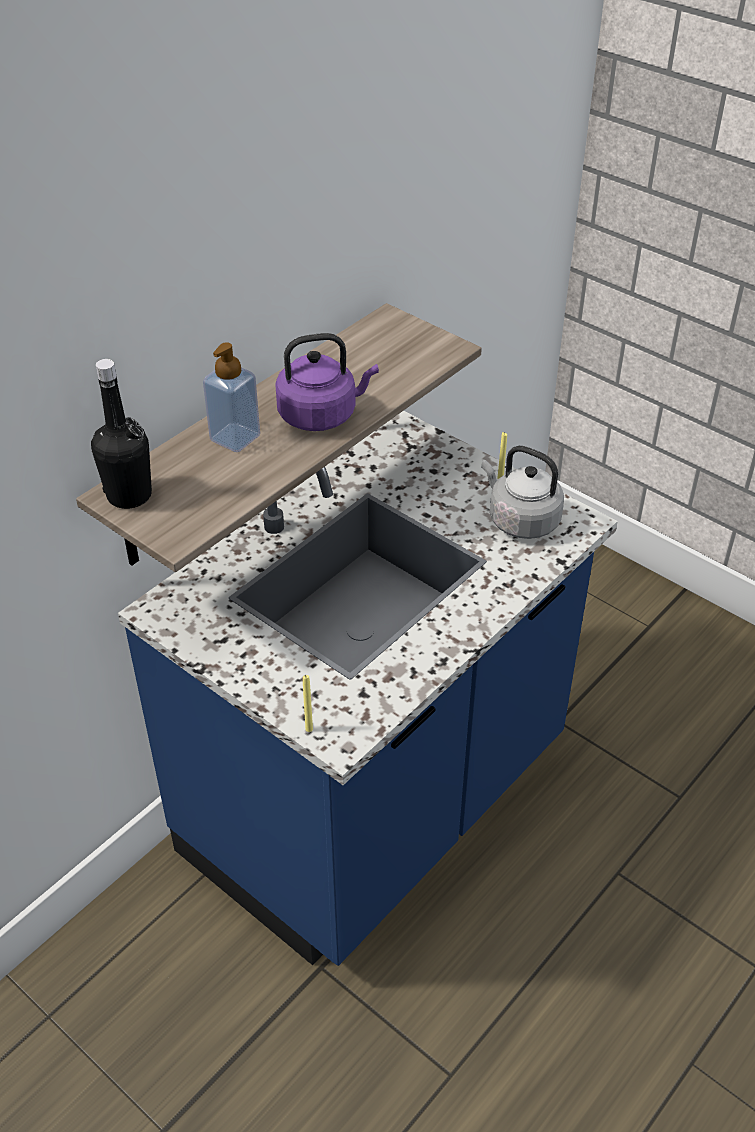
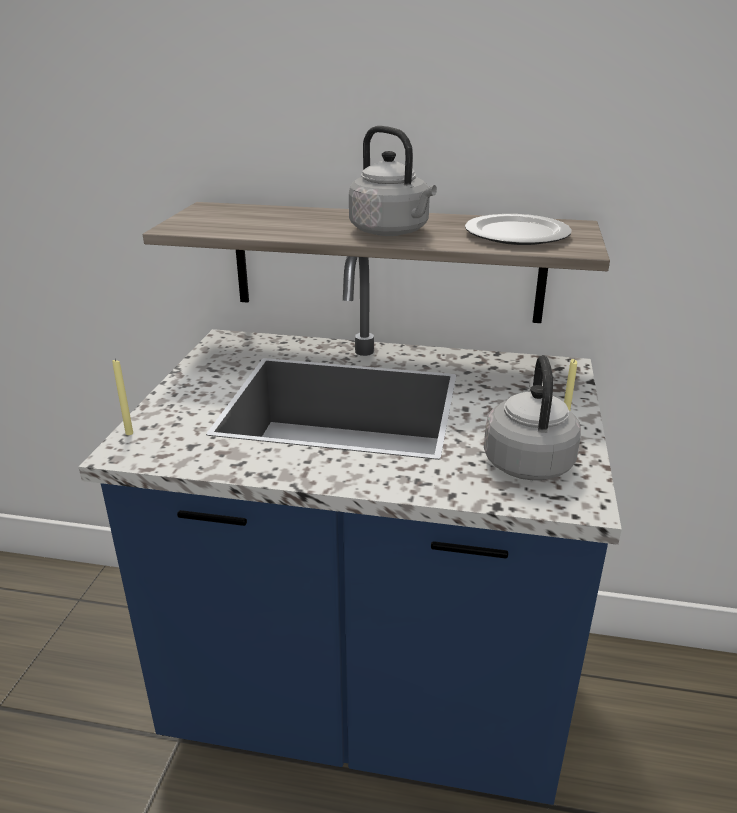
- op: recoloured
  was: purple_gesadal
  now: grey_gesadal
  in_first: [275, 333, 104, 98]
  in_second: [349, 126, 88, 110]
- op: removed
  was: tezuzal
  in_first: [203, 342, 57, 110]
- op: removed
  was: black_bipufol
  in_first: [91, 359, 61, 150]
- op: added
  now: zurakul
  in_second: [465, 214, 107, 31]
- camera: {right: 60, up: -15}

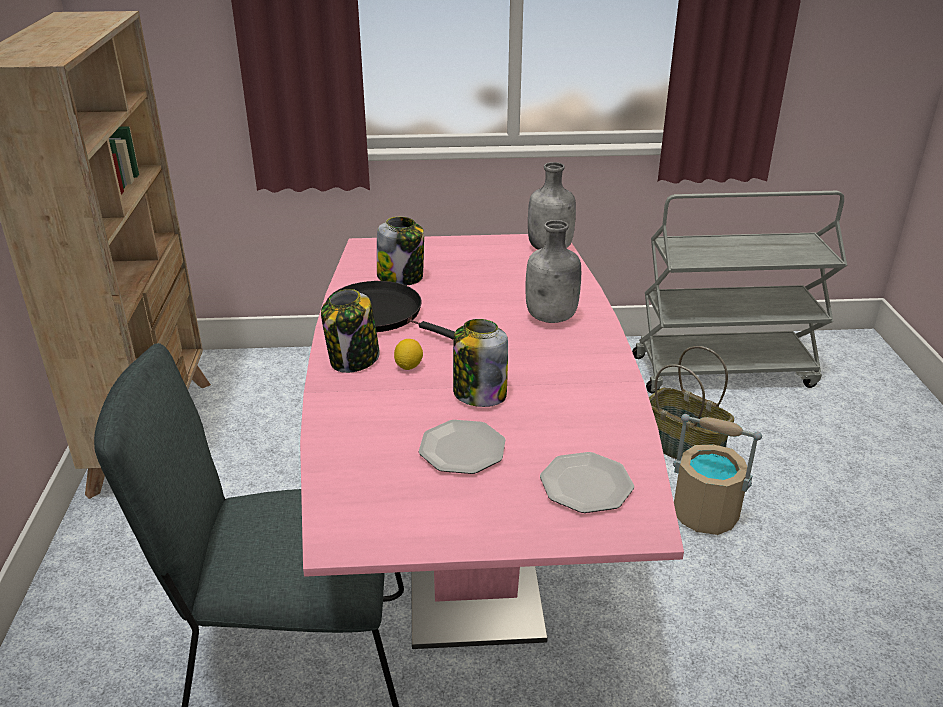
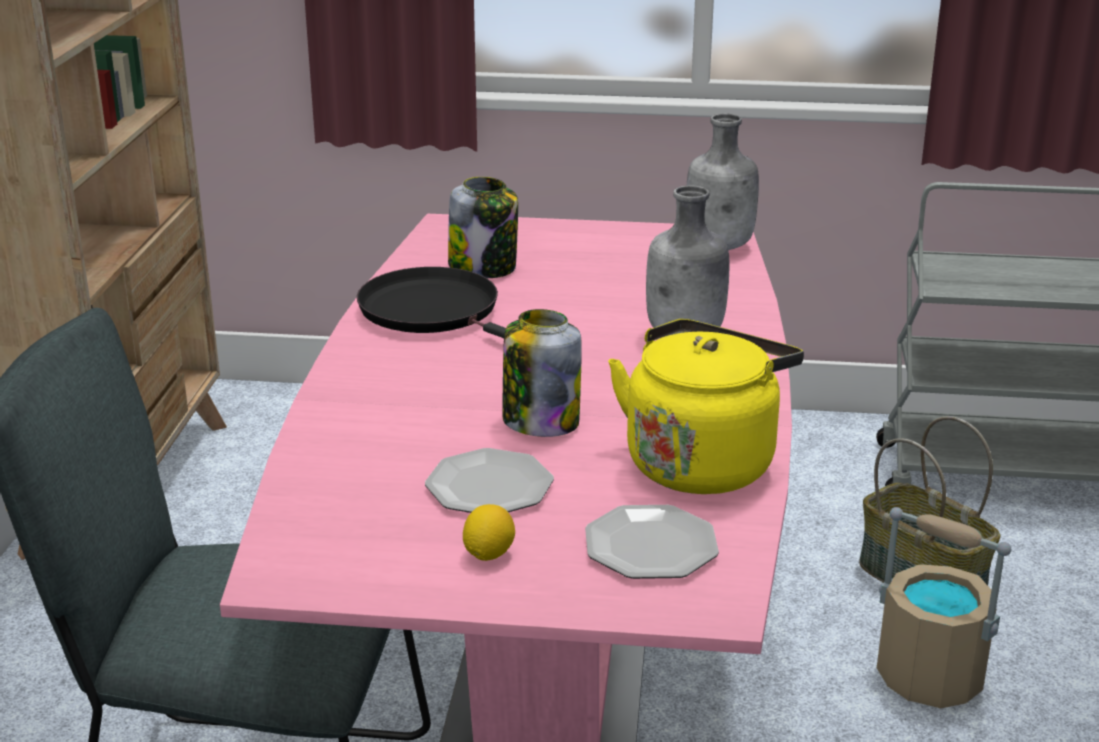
- op: removed
  was: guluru
  in_first: [321, 289, 59, 84]
- op: moved
  was: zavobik
  in_first: [394, 339, 29, 31]
  in_second: [463, 504, 52, 57]
- op: added
  now: yellow_gesadal
  in_second: [608, 319, 196, 175]
- camera: {right: 10, up: -5}

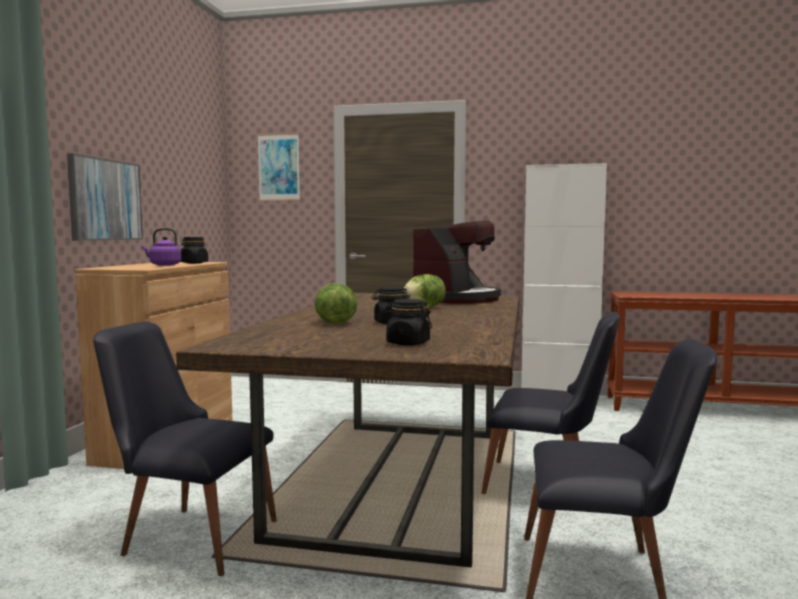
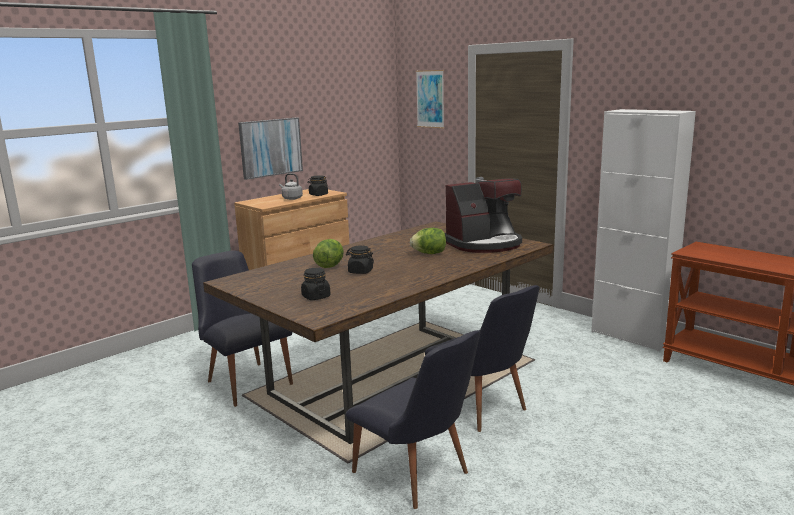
- op: recoloured
  was: purple_gesadal
  now: grey_gesadal
  in_first: [141, 228, 40, 38]
  in_second: [279, 173, 24, 27]
- camera: {right: 35, up: 10}

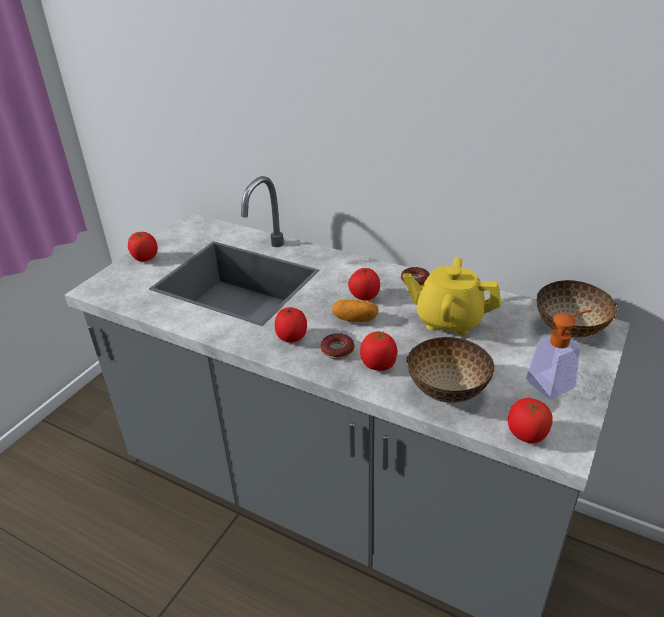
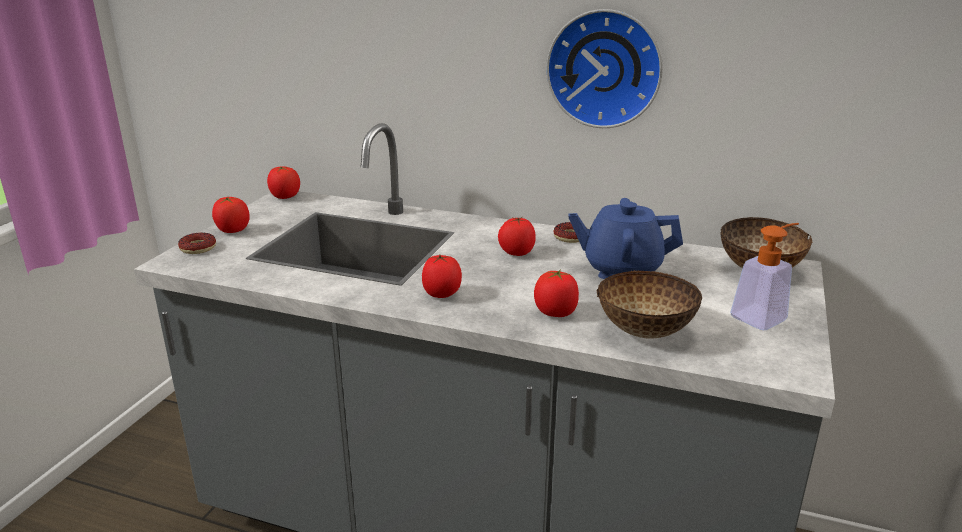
- op: recoloured
  was: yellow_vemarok
  now: blue_vemarok
  in_first: [403, 257, 98, 78]
  in_second: [568, 198, 115, 81]
- op: removed
  was: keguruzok
  in_first: [332, 300, 47, 22]
- op: moved
  was: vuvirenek
  in_first: [320, 333, 34, 26]
  in_second: [178, 232, 38, 22]
- op: moved
  was: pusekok
  in_first: [508, 398, 45, 45]
  in_second: [267, 166, 33, 33]
- op: added
  now: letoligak
  in_second: [546, 9, 117, 119]
- camera: {right: -10, up: -10}

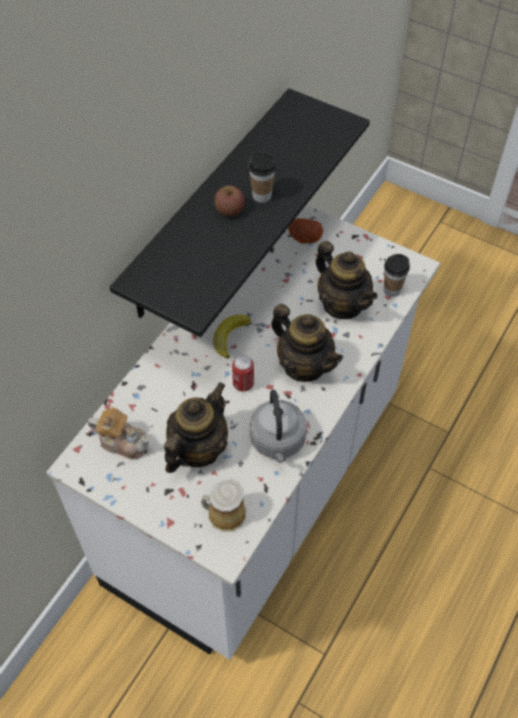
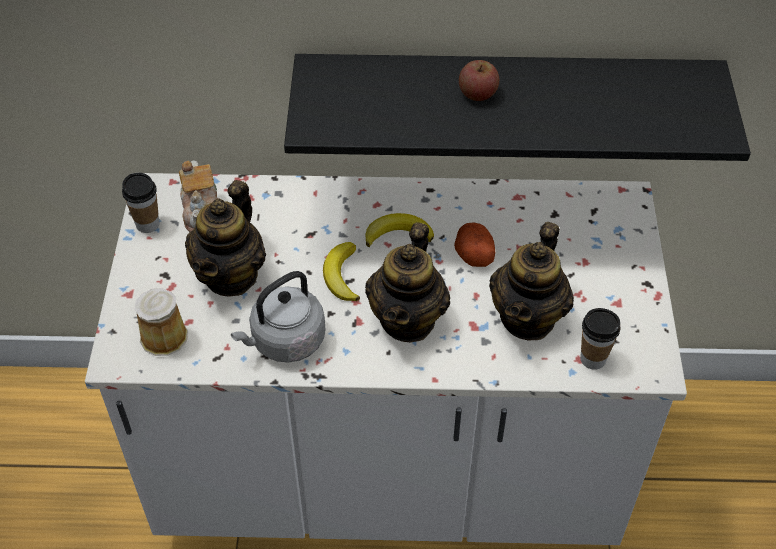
- op: moved
  was: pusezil
  in_first: [248, 153, 28, 50]
  in_second: [122, 173, 37, 60]
- op: moved
  was: keguruzok
  in_first: [288, 218, 35, 26]
  in_second: [454, 222, 41, 45]
- op: replaced
  was: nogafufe
  now: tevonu
  in_first: [232, 355, 22, 37]
  in_second: [323, 242, 37, 59]
- op: turned
  was: vemarok
  in_first: [164, 383, 64, 90]
  in_second: [185, 180, 81, 117]
  clockwise: 105
- camera: {right: 60, up: -5}

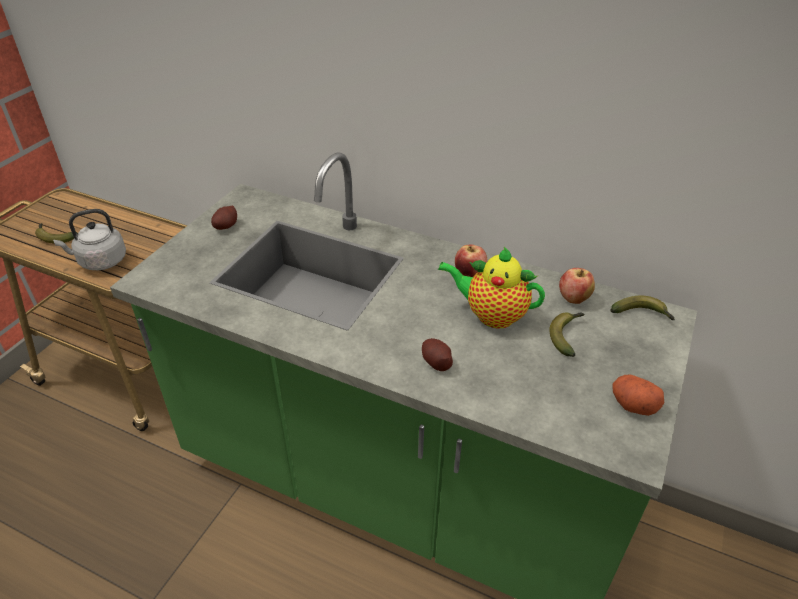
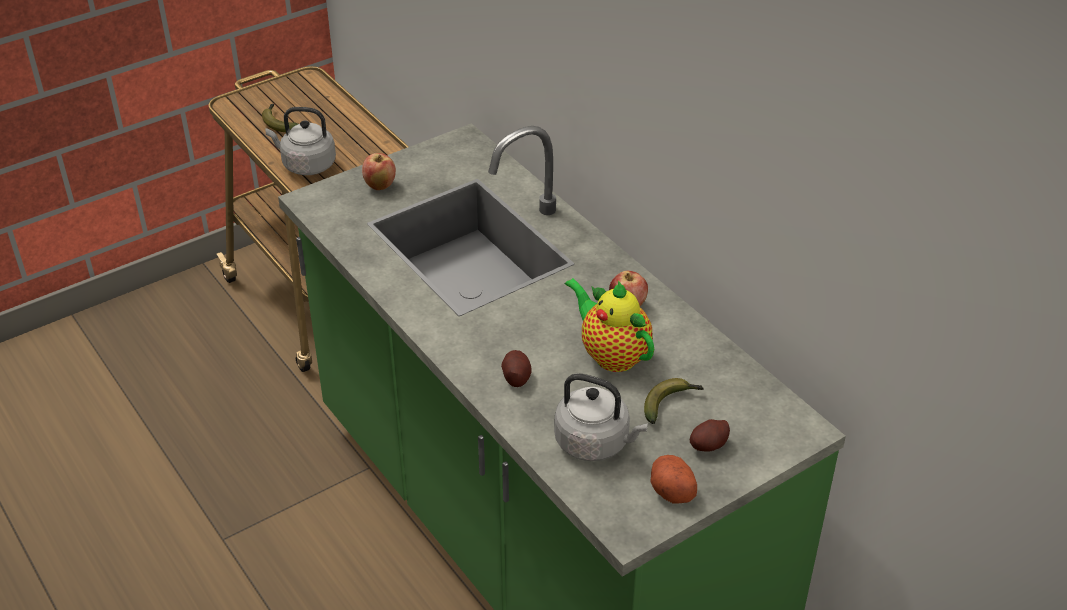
- op: moved
  was: keguruzok
  in_first: [211, 206, 26, 24]
  in_second: [690, 419, 40, 33]
- op: moved
  was: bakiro
  in_first: [559, 268, 36, 36]
  in_second: [362, 153, 34, 37]
- op: removed
  was: tevonu
  in_first: [610, 296, 65, 24]
- op: added
  now: grey_gesadal
  in_second: [554, 373, 94, 88]
- camera: {right: 30, up: 0}

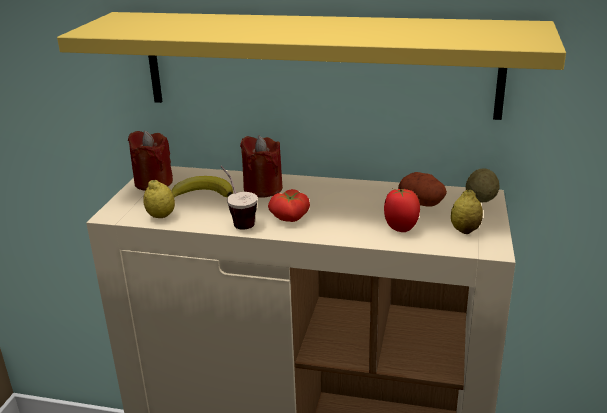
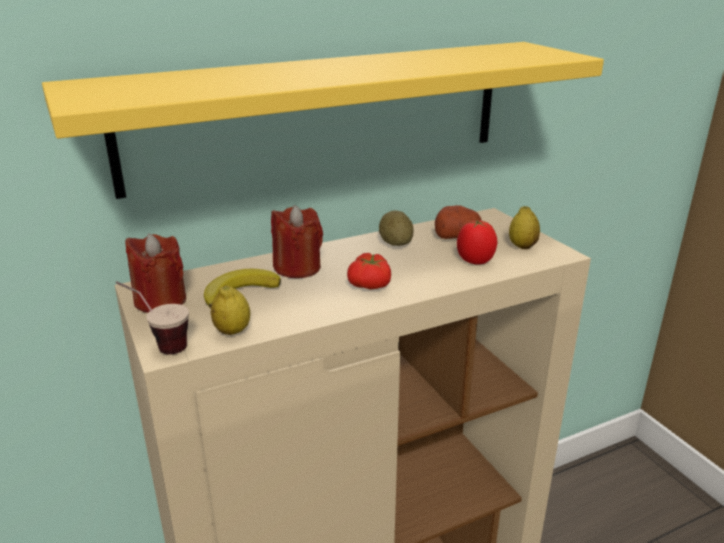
- op: moved
  was: pusezil
  in_first: [221, 166, 37, 64]
  in_second: [116, 281, 73, 73]
- op: moved
  was: keguruzok
  in_first: [466, 168, 34, 35]
  in_second: [379, 211, 34, 35]
- camera: {right: -40, up: 0}

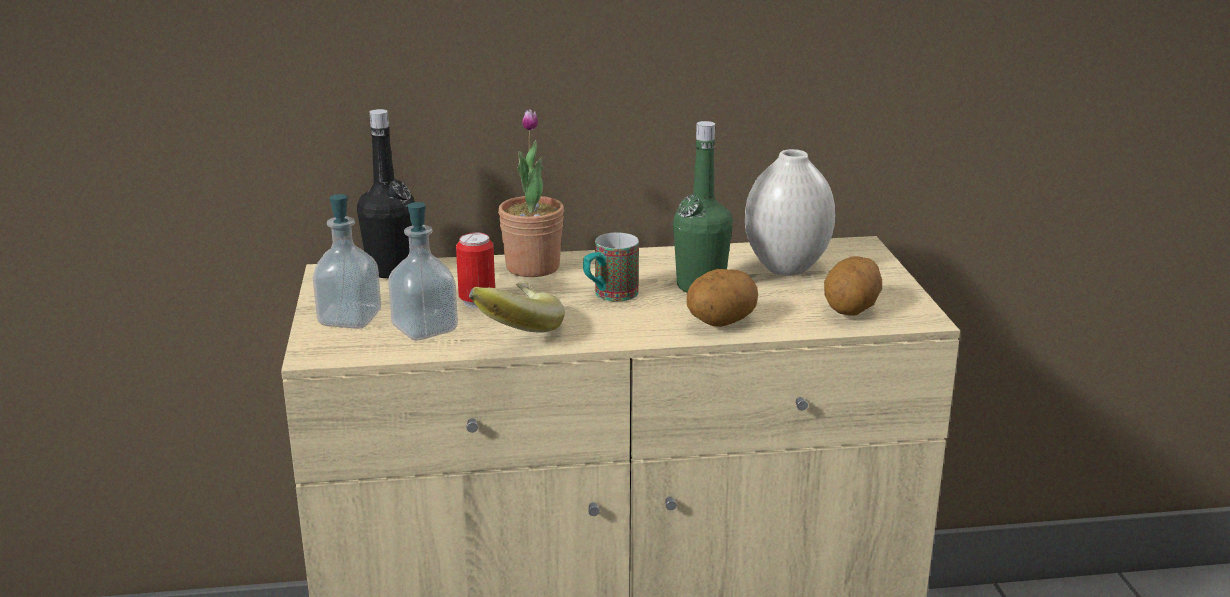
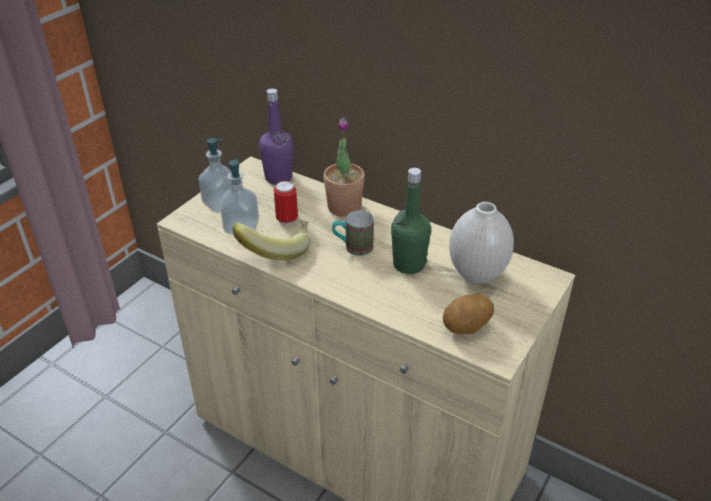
- op: recoloured
  was: black_bipufol
  now: purple_bipufol
  in_first: [357, 109, 58, 169]
  in_second: [259, 88, 34, 97]
- op: removed
  was: keguruzok
  in_first: [687, 269, 71, 58]
- camera: {right: 40, up: 15}

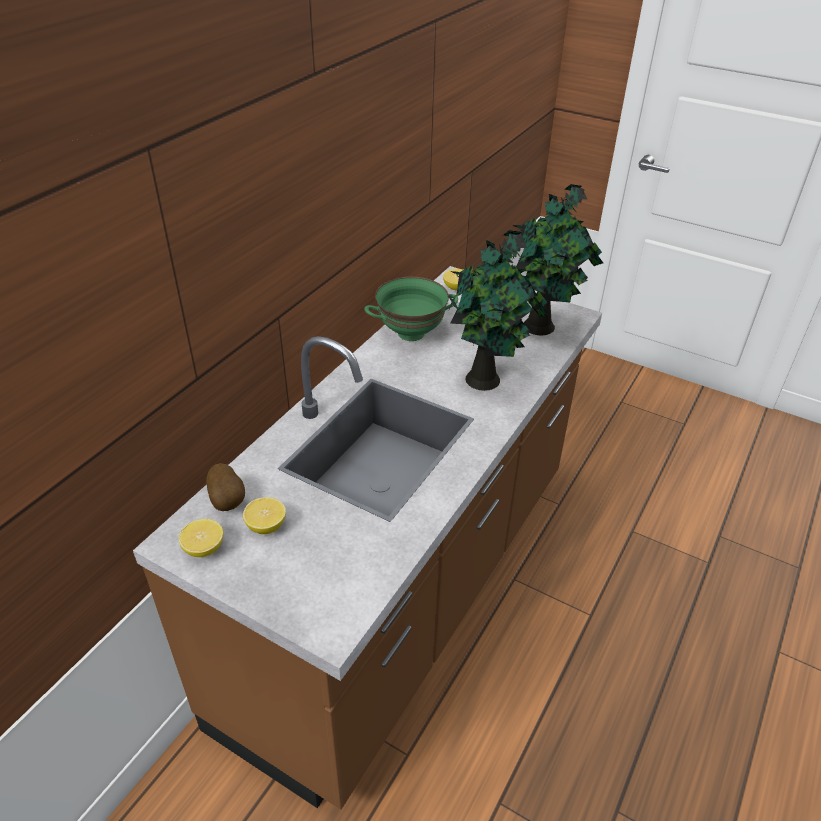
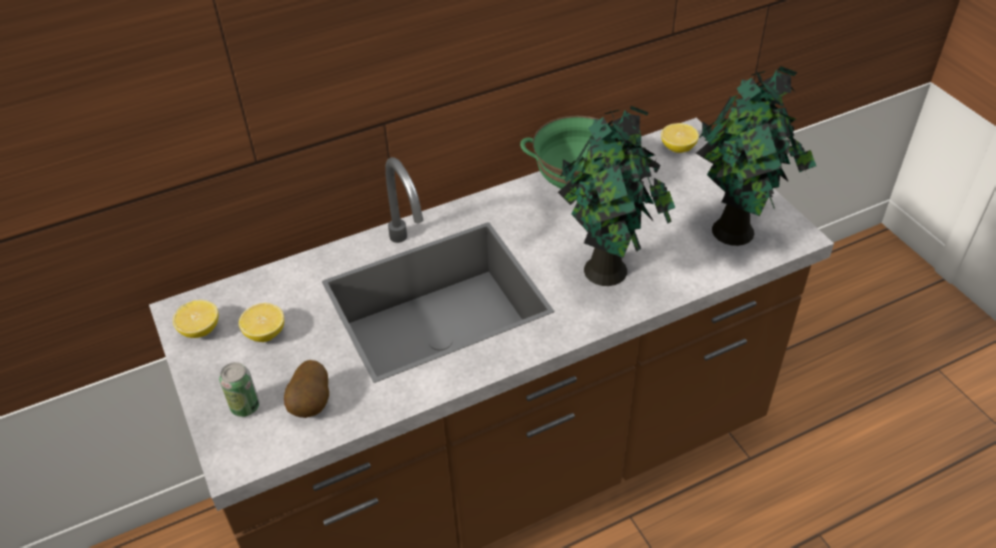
- op: moved
  was: keguruzok
  in_first: [206, 463, 39, 48]
  in_second: [284, 360, 45, 58]
- op: added
  now: nogafufe
  in_second: [219, 362, 41, 55]
- camera: {right: 35, up: 5}

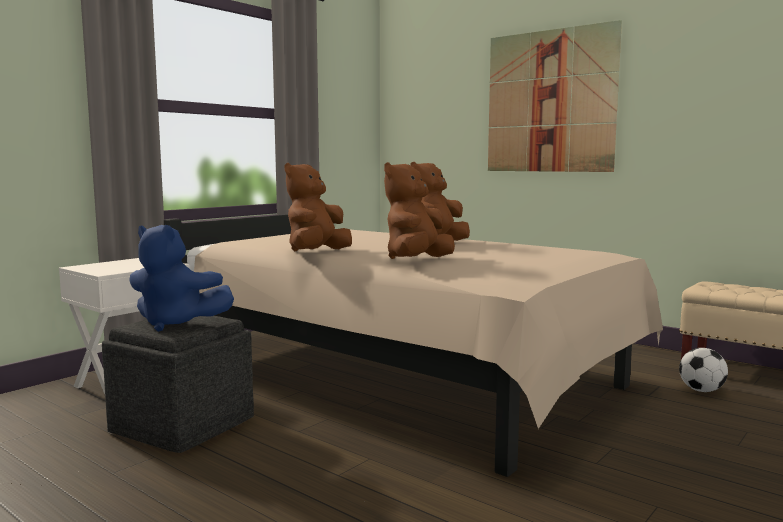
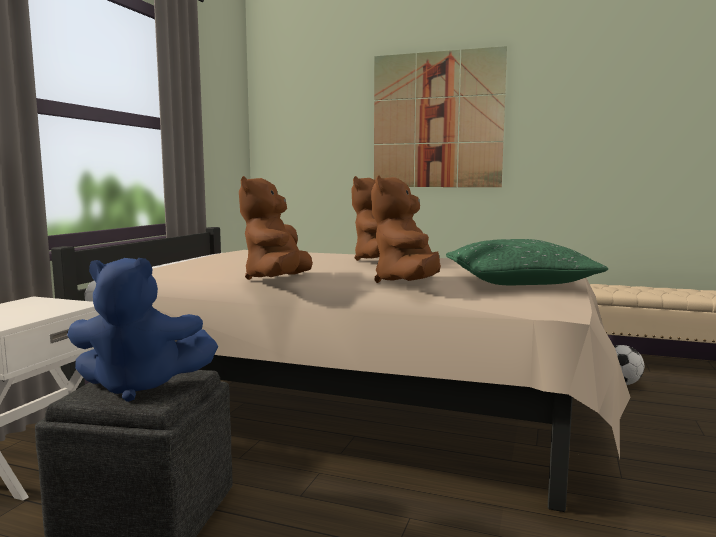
- op: added
  now: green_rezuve
  in_second: [446, 239, 162, 46]
- camera: {right: -20, up: 0}

